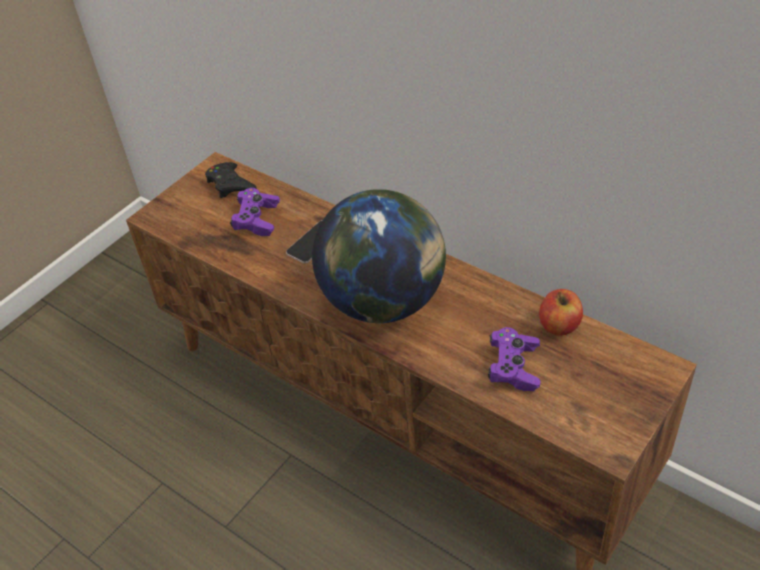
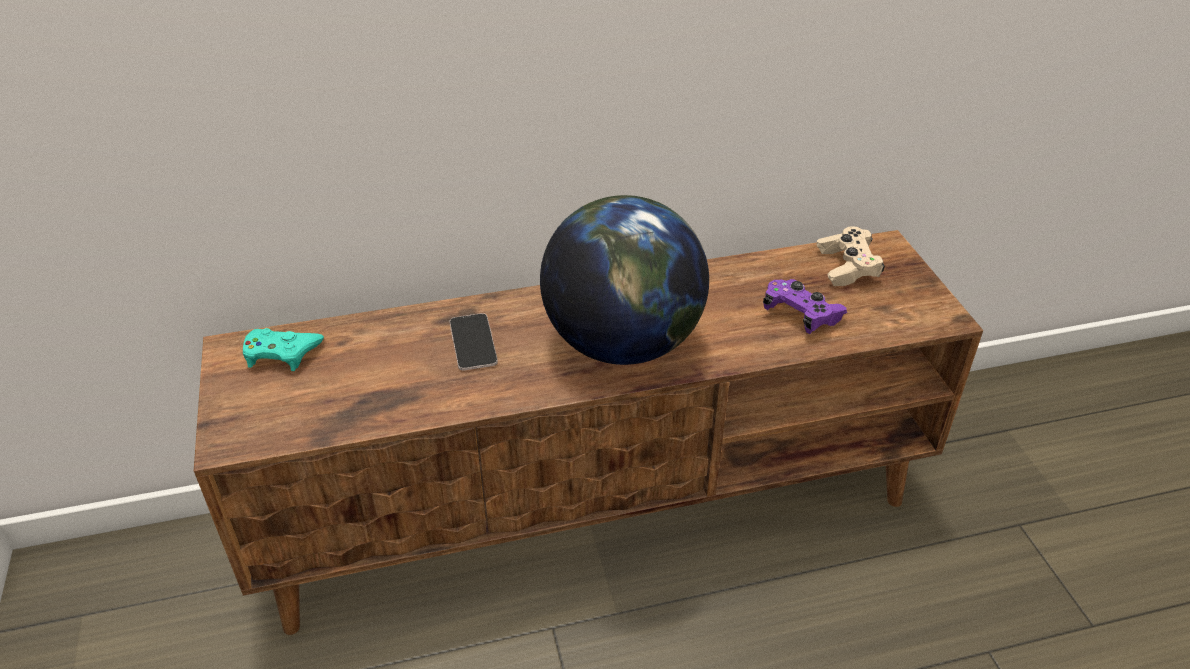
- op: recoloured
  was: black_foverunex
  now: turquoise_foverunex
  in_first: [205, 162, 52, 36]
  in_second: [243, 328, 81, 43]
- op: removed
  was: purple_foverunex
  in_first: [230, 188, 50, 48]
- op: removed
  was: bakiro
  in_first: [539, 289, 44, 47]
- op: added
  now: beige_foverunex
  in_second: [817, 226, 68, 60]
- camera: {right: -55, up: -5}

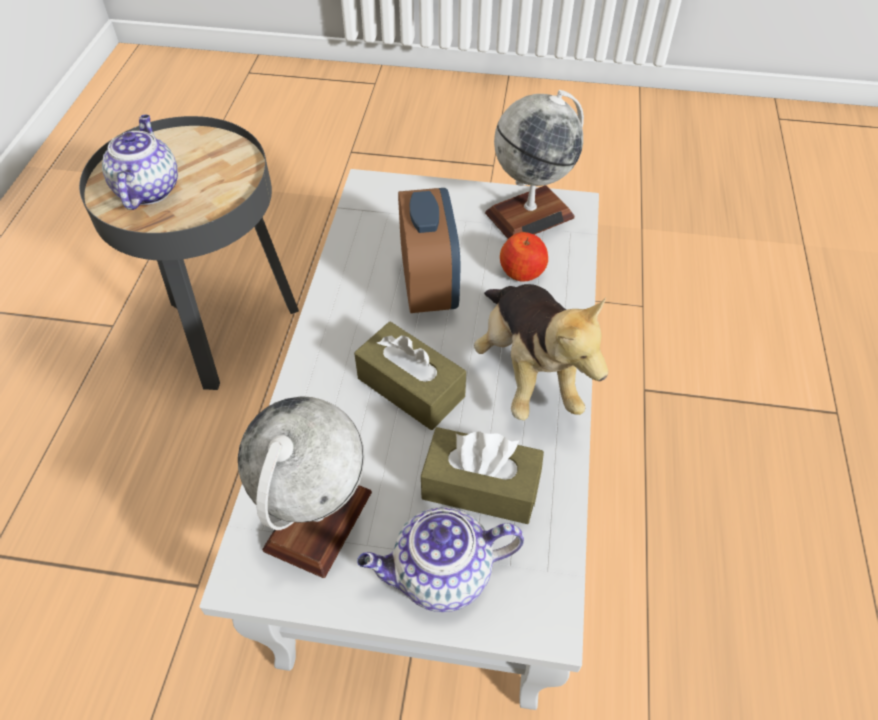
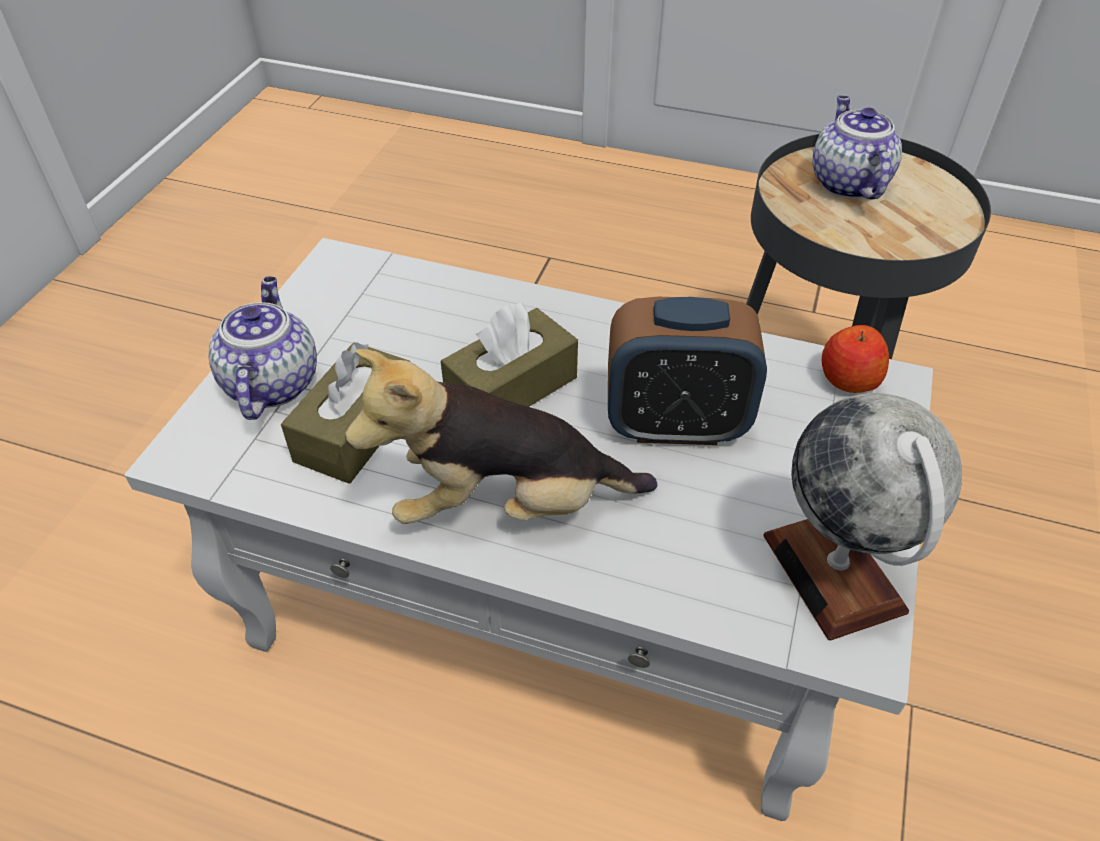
- op: turned
  was: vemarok
  in_first: [102, 115, 76, 95]
  in_second: [813, 96, 89, 103]
  clockwise: -105
- op: moved
  was: bakiro
  in_first: [500, 232, 48, 50]
  in_second: [822, 325, 67, 68]
- op: removed
  was: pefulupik
  in_first: [238, 396, 134, 182]
- camera: {right: 100, up: -5}

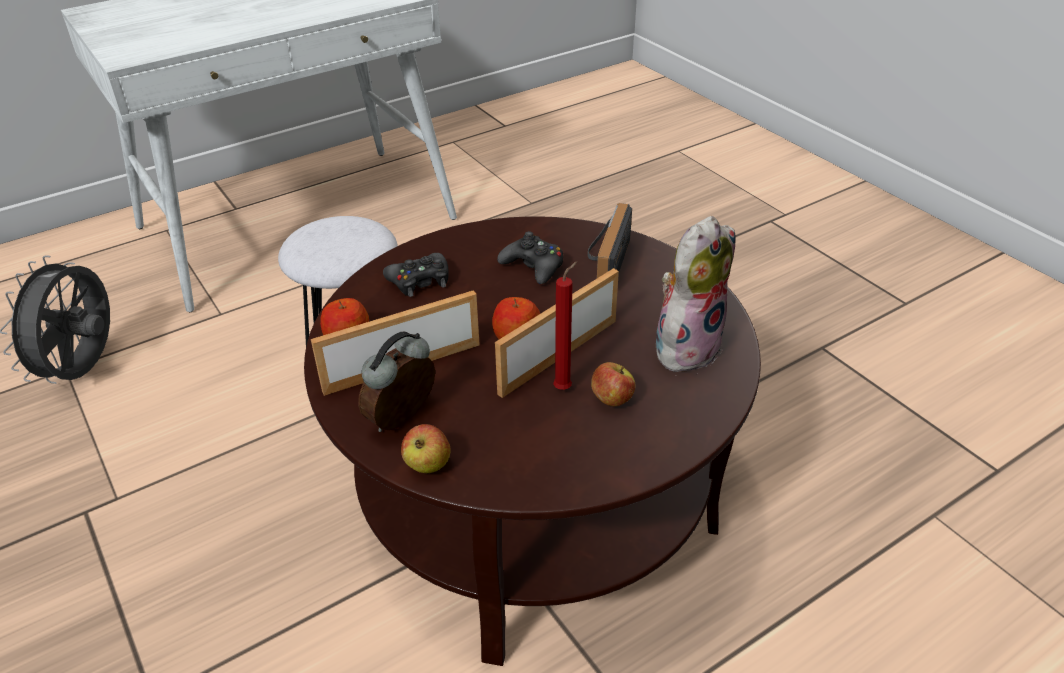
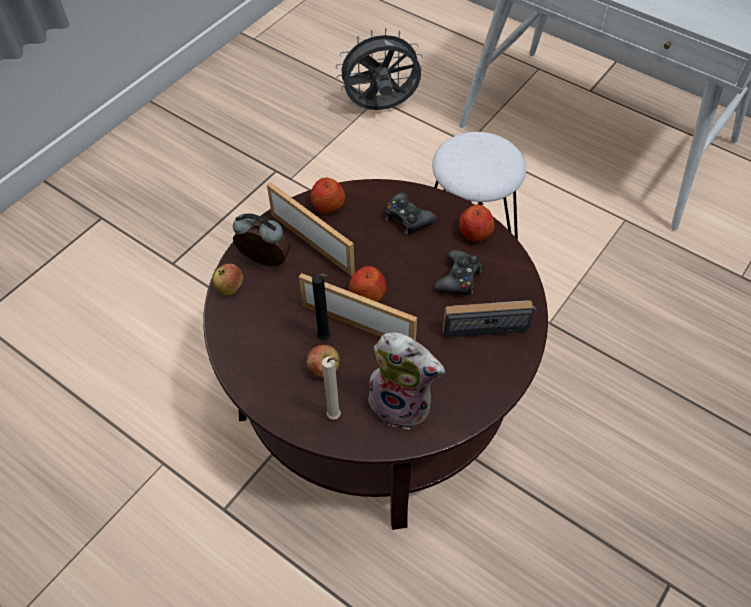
- op: recoloured
  was: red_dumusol
  now: black_dumusol
  in_first: [553, 261, 24, 129]
  in_second: [312, 274, 19, 66]
- op: added
  now: bakiro
  in_second: [459, 205, 35, 37]
- op: added
  now: beige_dumusol
  in_second: [322, 357, 19, 63]
- camera: {right: 70, up: 15}

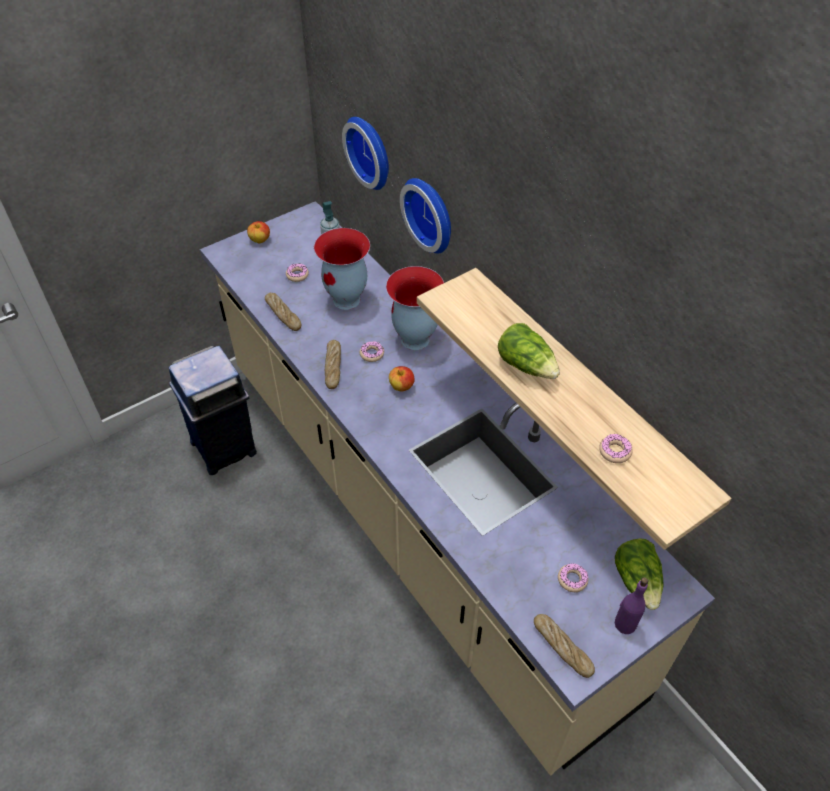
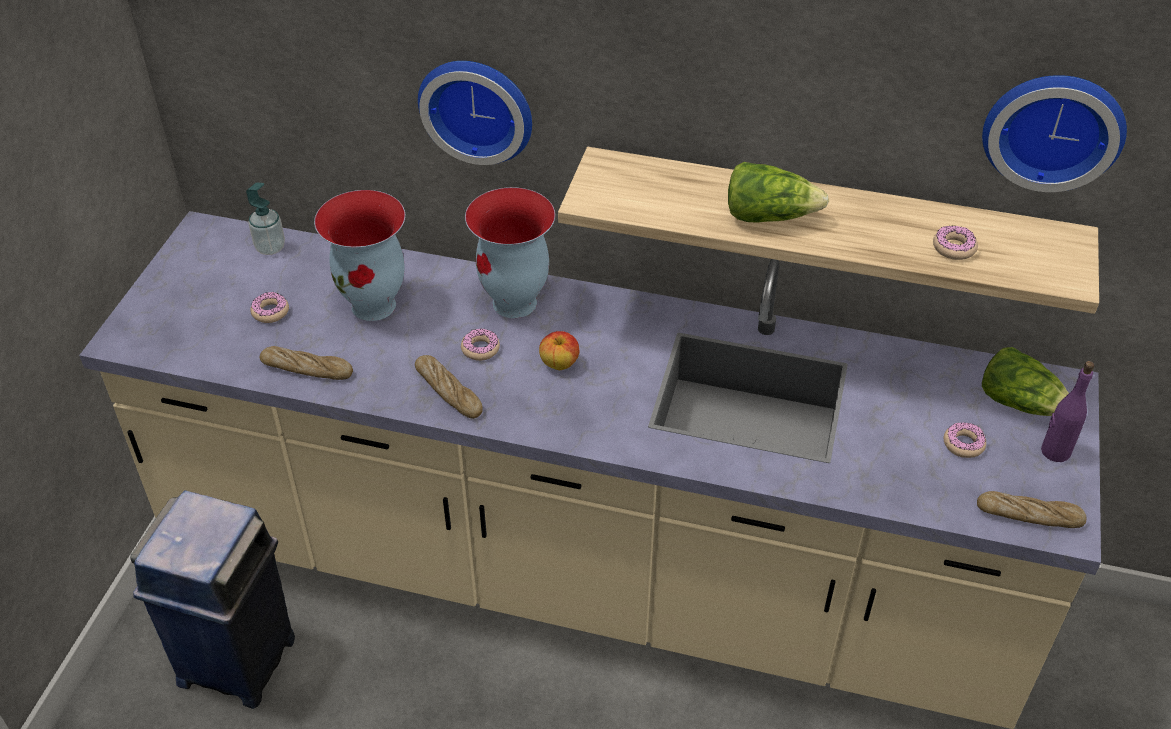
- op: moved
  was: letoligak
  in_first: [342, 117, 47, 73]
  in_second: [982, 75, 145, 117]
- op: removed
  was: bakiro
  in_first: [247, 221, 23, 22]
- camera: {right: -40, up: -5}

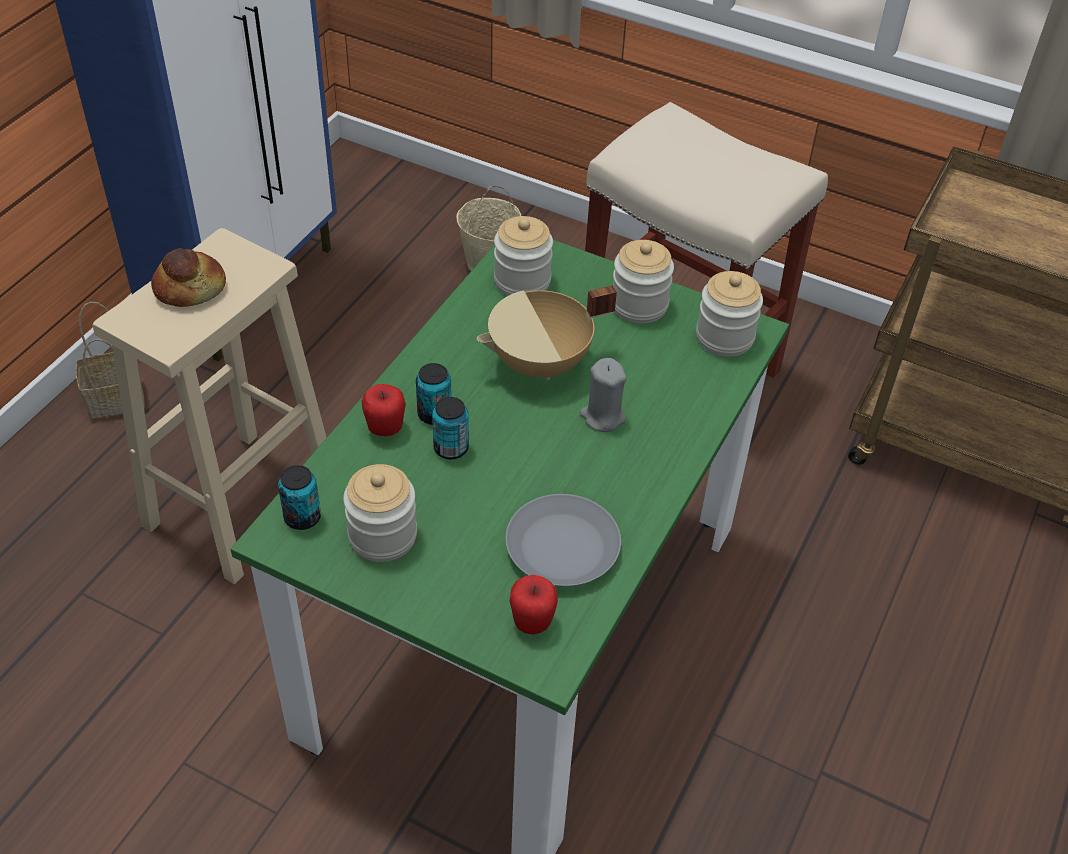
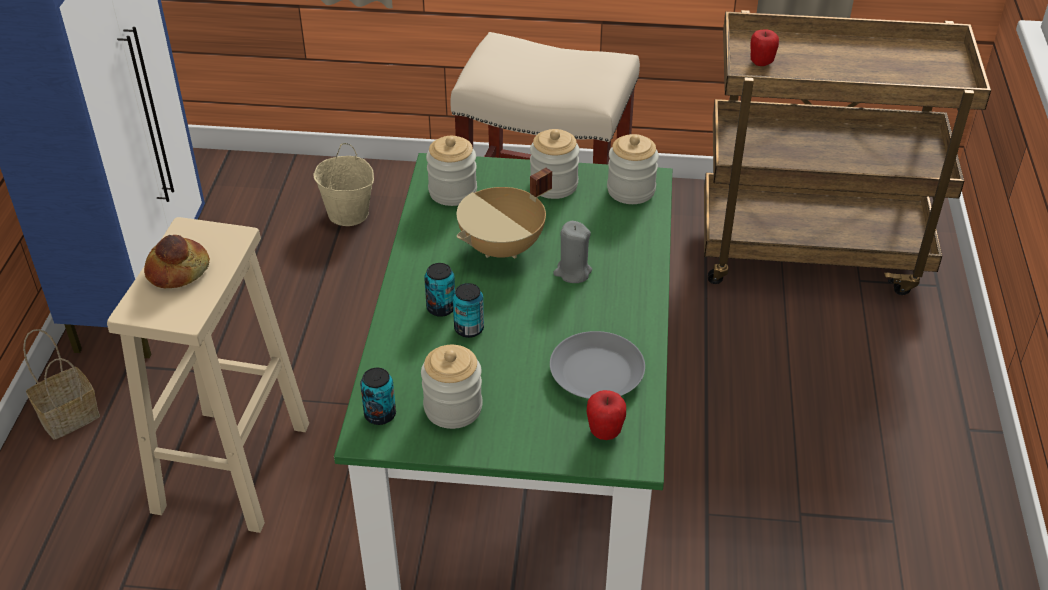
- op: moved
  was: bakiro
  in_first: [362, 384, 44, 52]
  in_second: [751, 30, 28, 36]
- camera: {right: -20, up: -5}

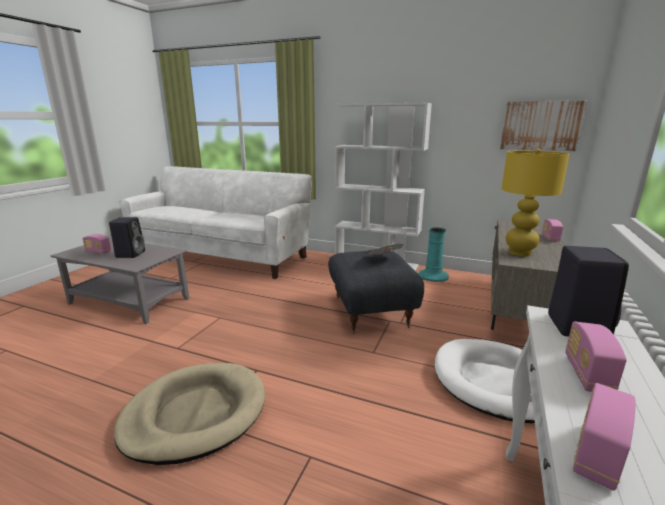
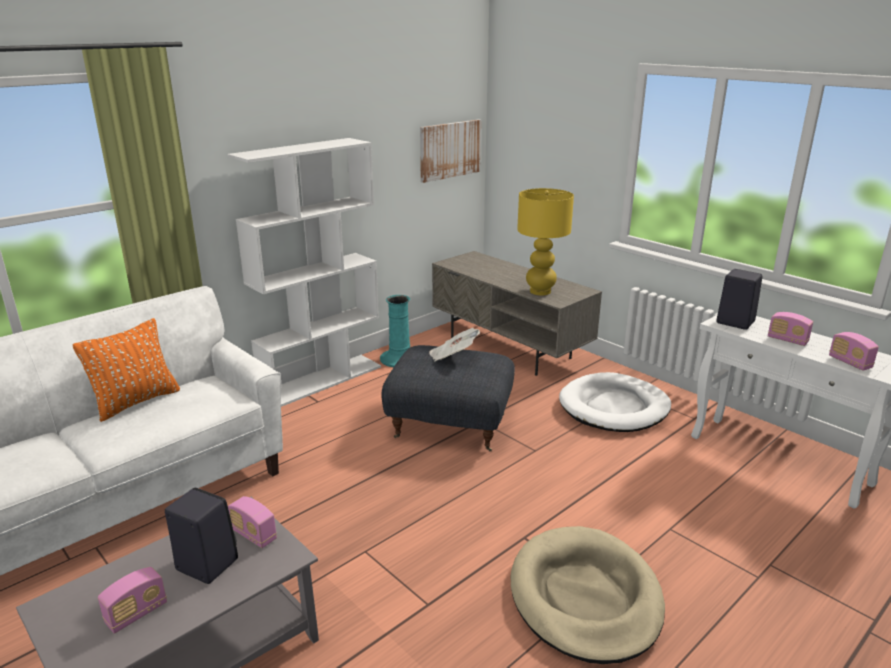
- op: moved
  was: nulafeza
  in_first: [542, 219, 21, 23]
  in_second: [228, 496, 49, 52]
- op: added
  now: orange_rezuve
  in_second: [72, 318, 108, 104]
- camera: {right: -65, up: 5}

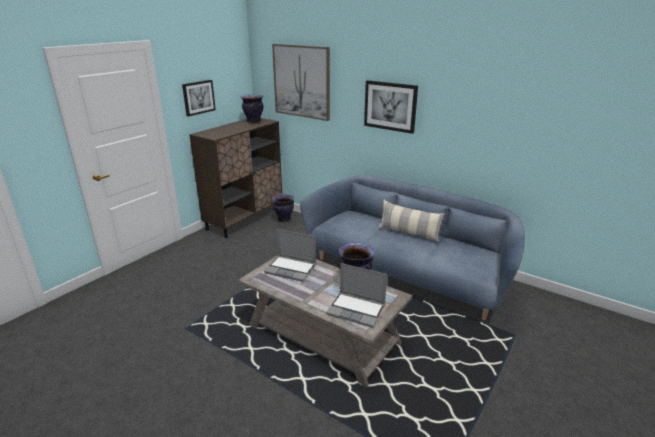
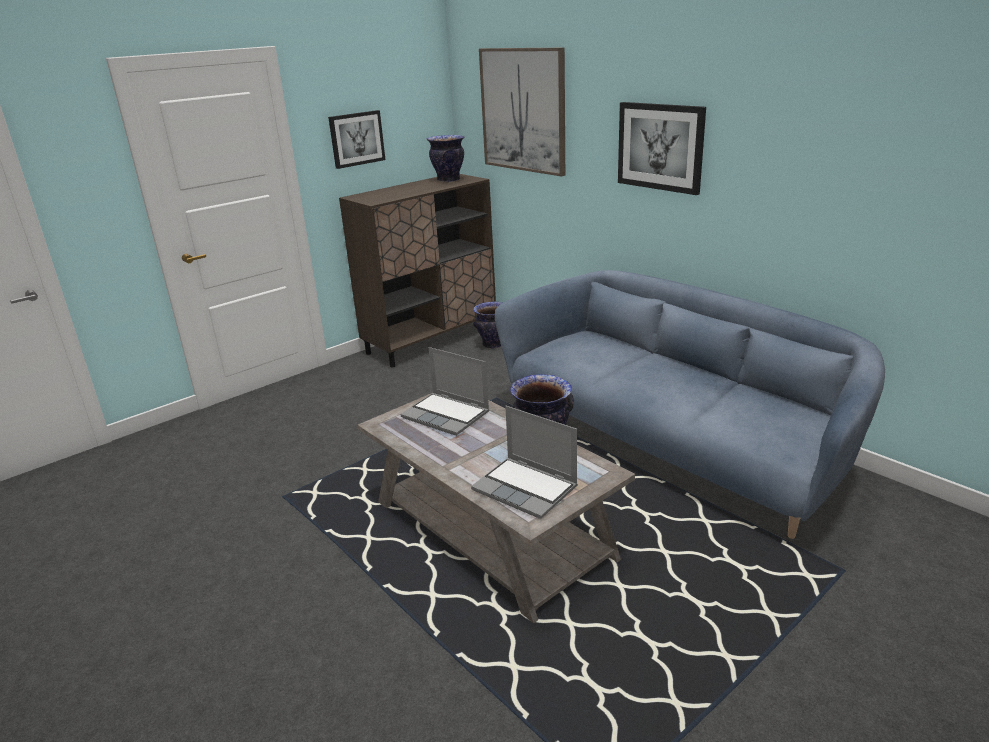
- op: removed
  was: rezuve
  in_first: [378, 200, 67, 43]
- camera: {right: 15, up: 0}

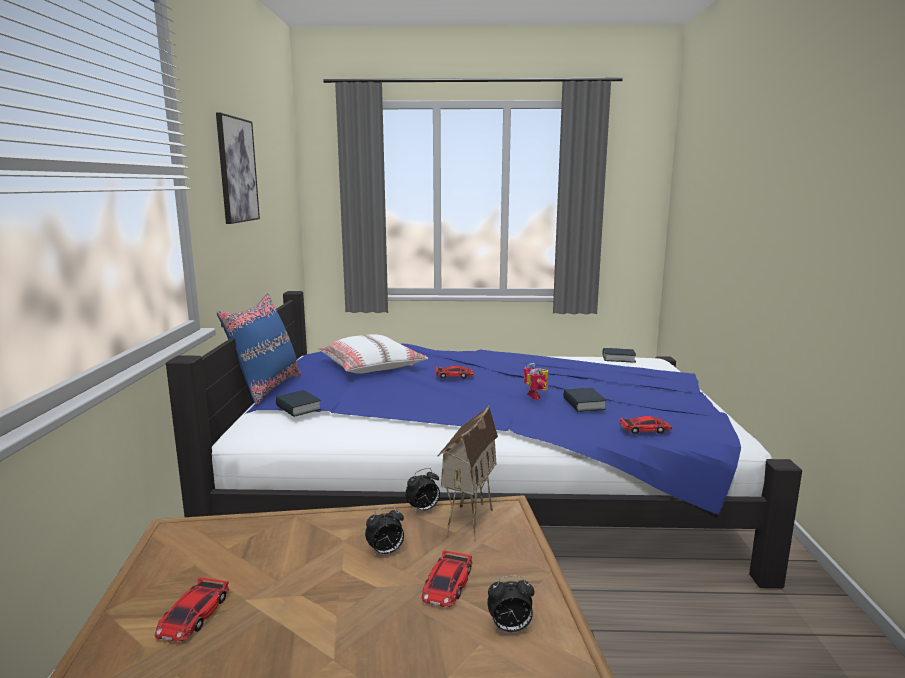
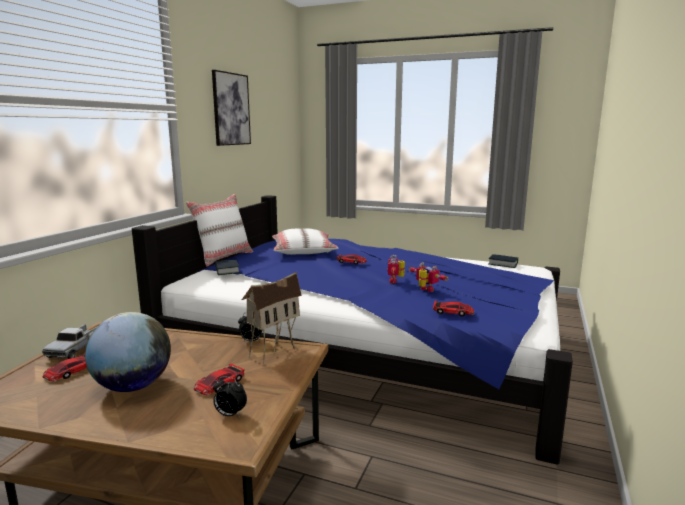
- op: recoloured
  was: blue_rezuve
  now: white_rezuve
  in_first: [217, 294, 84, 111]
  in_second: [186, 194, 67, 73]
- op: replaced
  was: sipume
  now: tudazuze
  in_first: [563, 388, 43, 24]
  in_second: [408, 262, 41, 30]
- op: removed
  was: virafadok
  in_first: [365, 506, 39, 51]
- op: added
  now: pefulupik
  in_second: [85, 312, 86, 80]
- op: added
  now: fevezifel
  in_second: [42, 324, 54, 35]
- camera: {right: 20, up: 0}

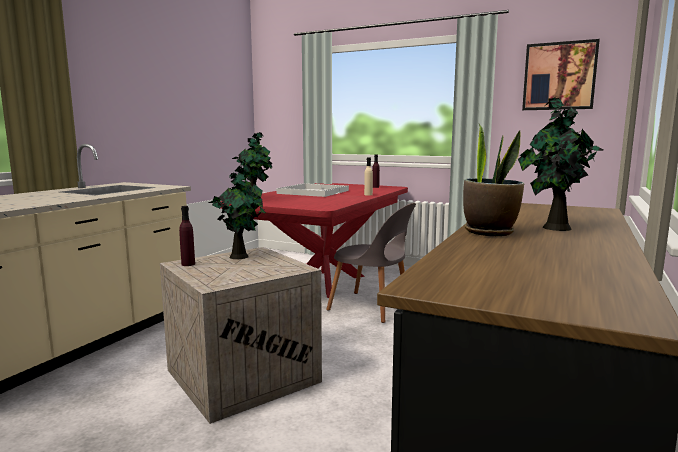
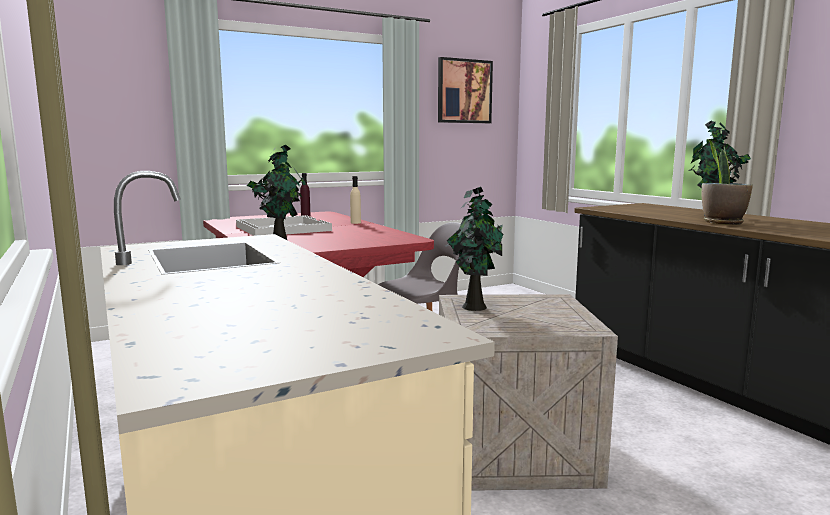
- op: removed
  was: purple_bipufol
  in_first: [179, 206, 16, 60]
- camera: {right: -55, up: 0}

